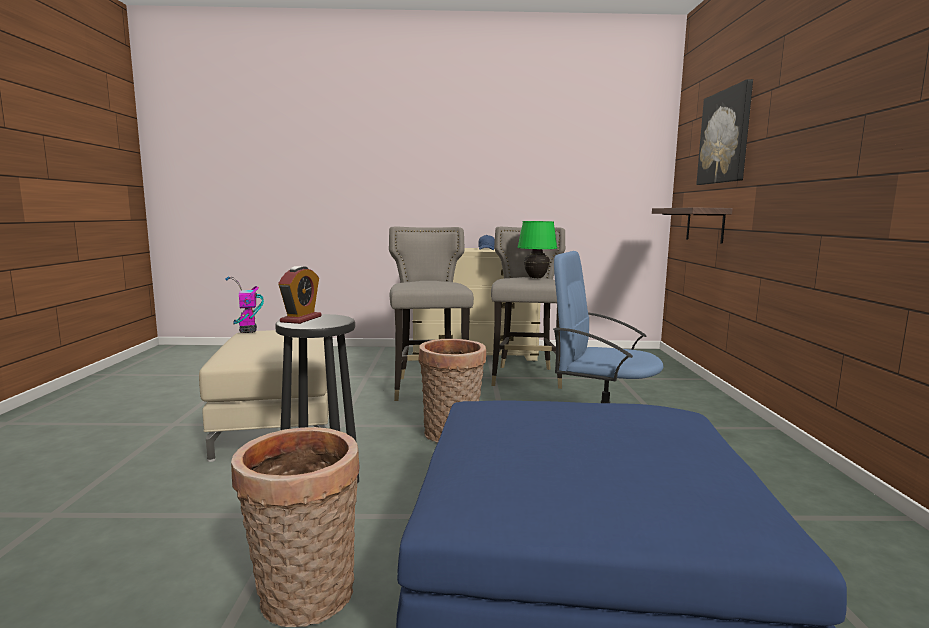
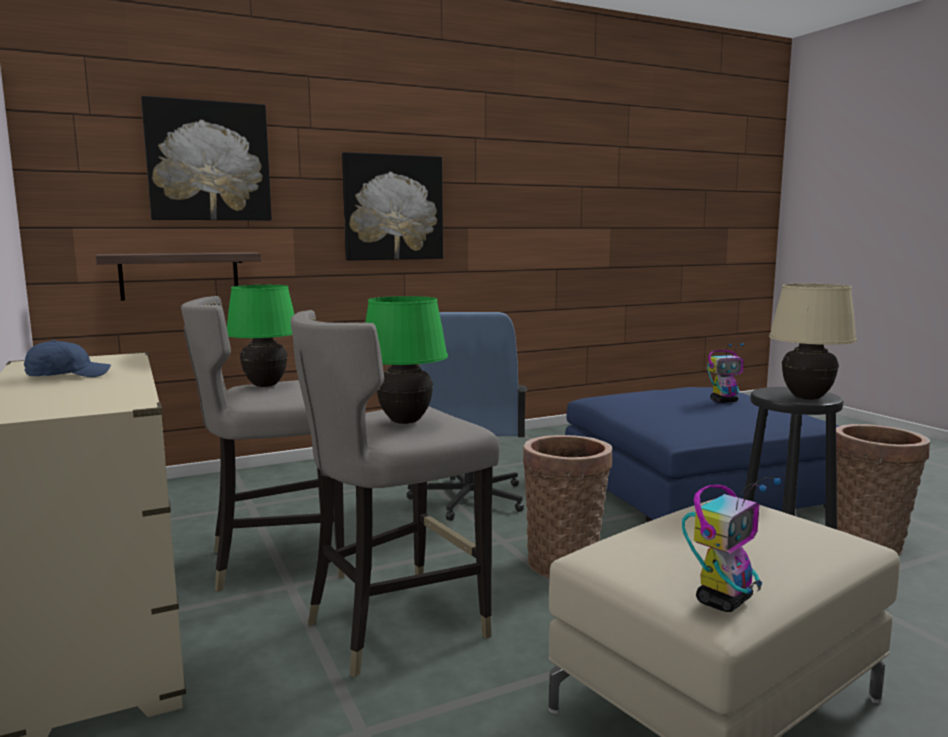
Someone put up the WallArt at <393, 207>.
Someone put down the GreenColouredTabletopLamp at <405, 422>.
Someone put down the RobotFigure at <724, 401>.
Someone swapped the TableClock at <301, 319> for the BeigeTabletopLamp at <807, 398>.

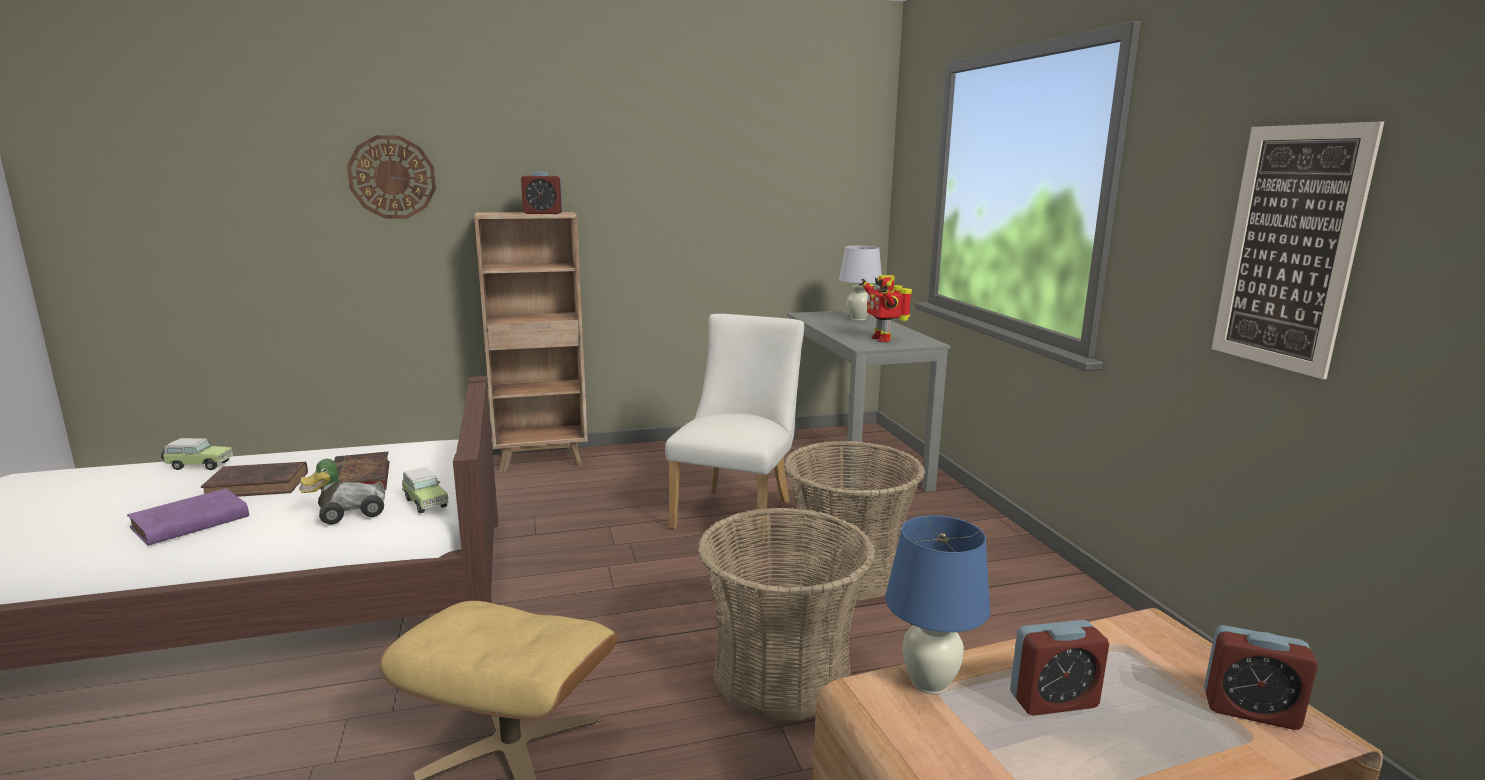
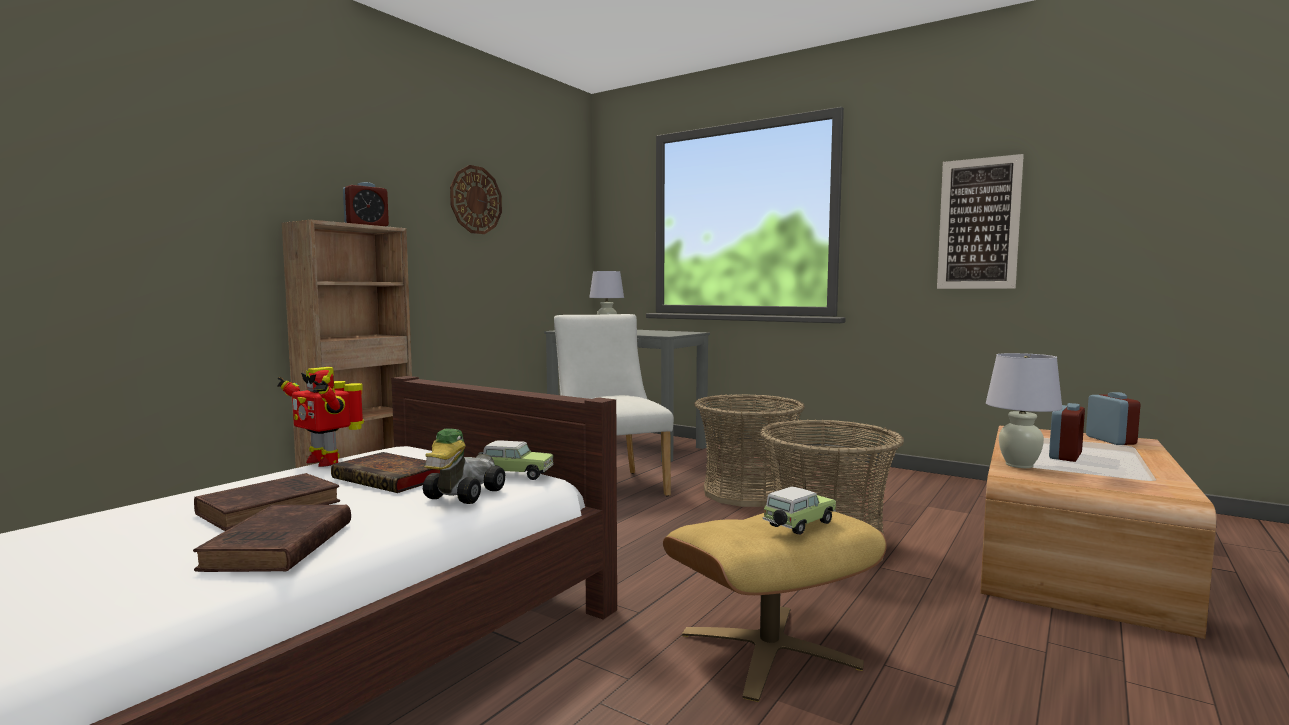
Someone carried the MiniatureCar from <198, 465> to <798, 525>.
Someone carried the HangingClock from <392, 177> to <476, 200>.
Someone carried the RobotFigure from <882, 339> to <325, 461>.
Someone repainted the PurpleVolume at <187, 523>, which became the BrownVolume at <277, 547>.
Someone repainted the BlueTabletopLamp at <930, 683>, which became the WhitishTabletopLamp at <1019, 465>.
Someone rotated the TableClock at <1250, 710> by 75 degrees counterclockwise.

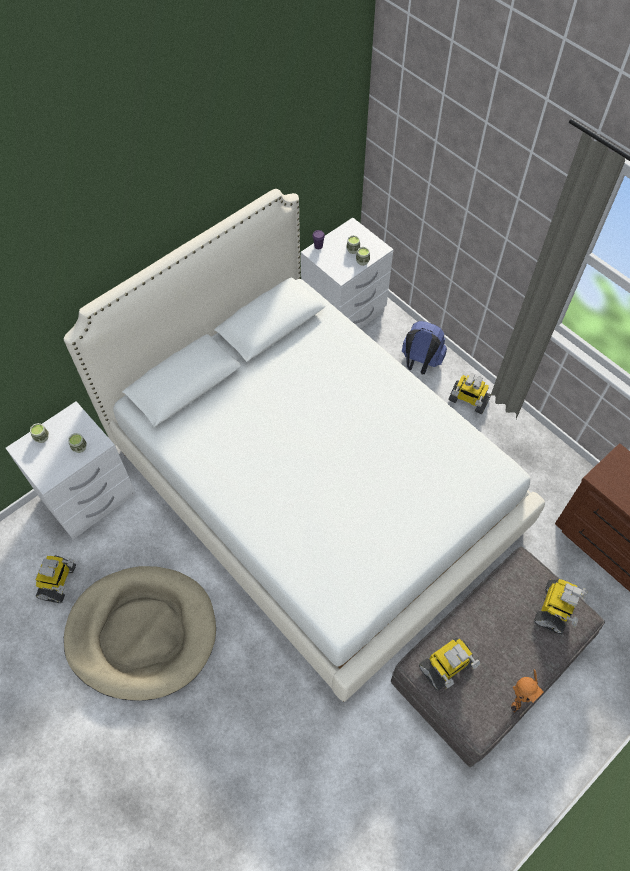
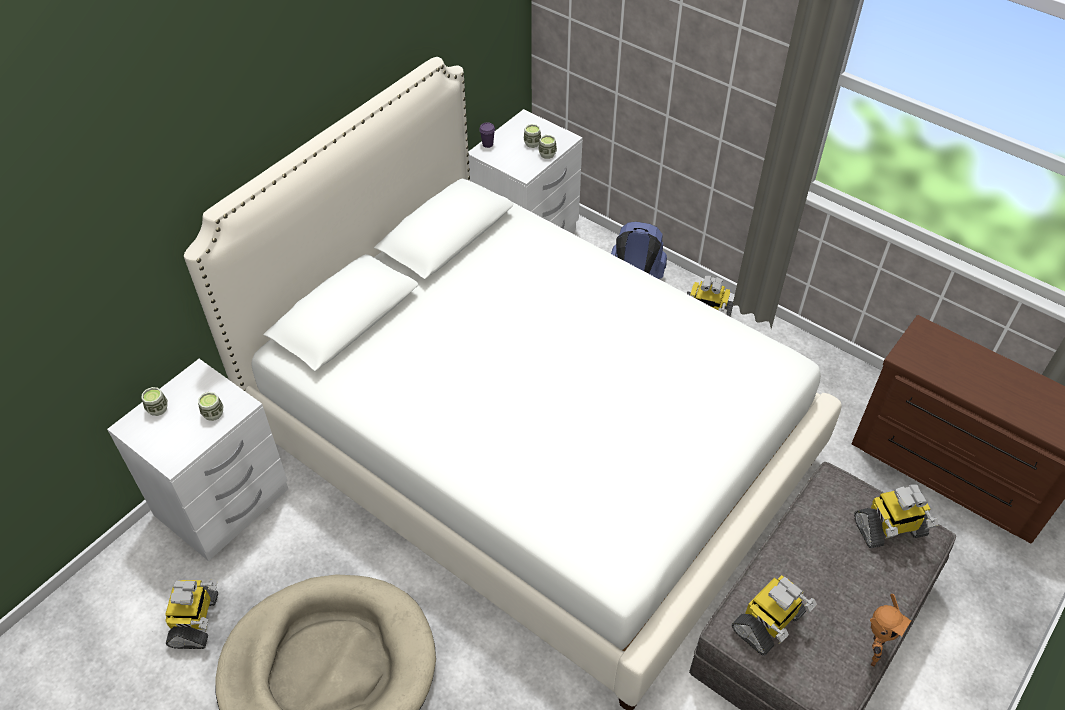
Someone rotated the RobotFigure at <554, 609> by 60 degrees clockwise.

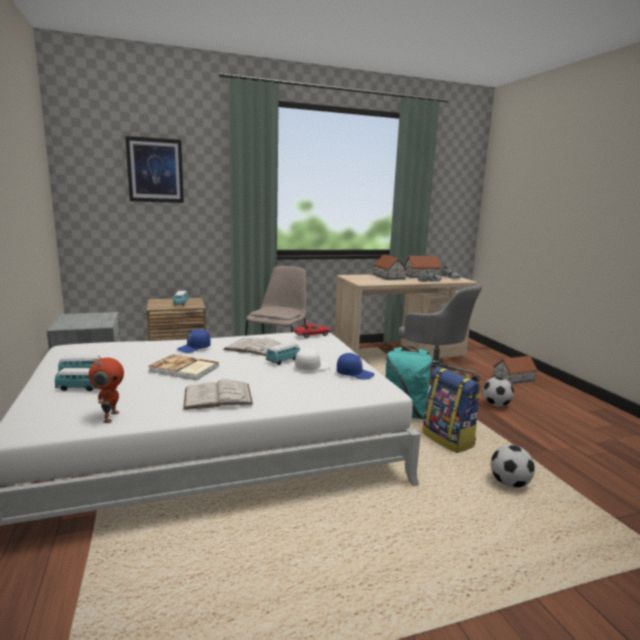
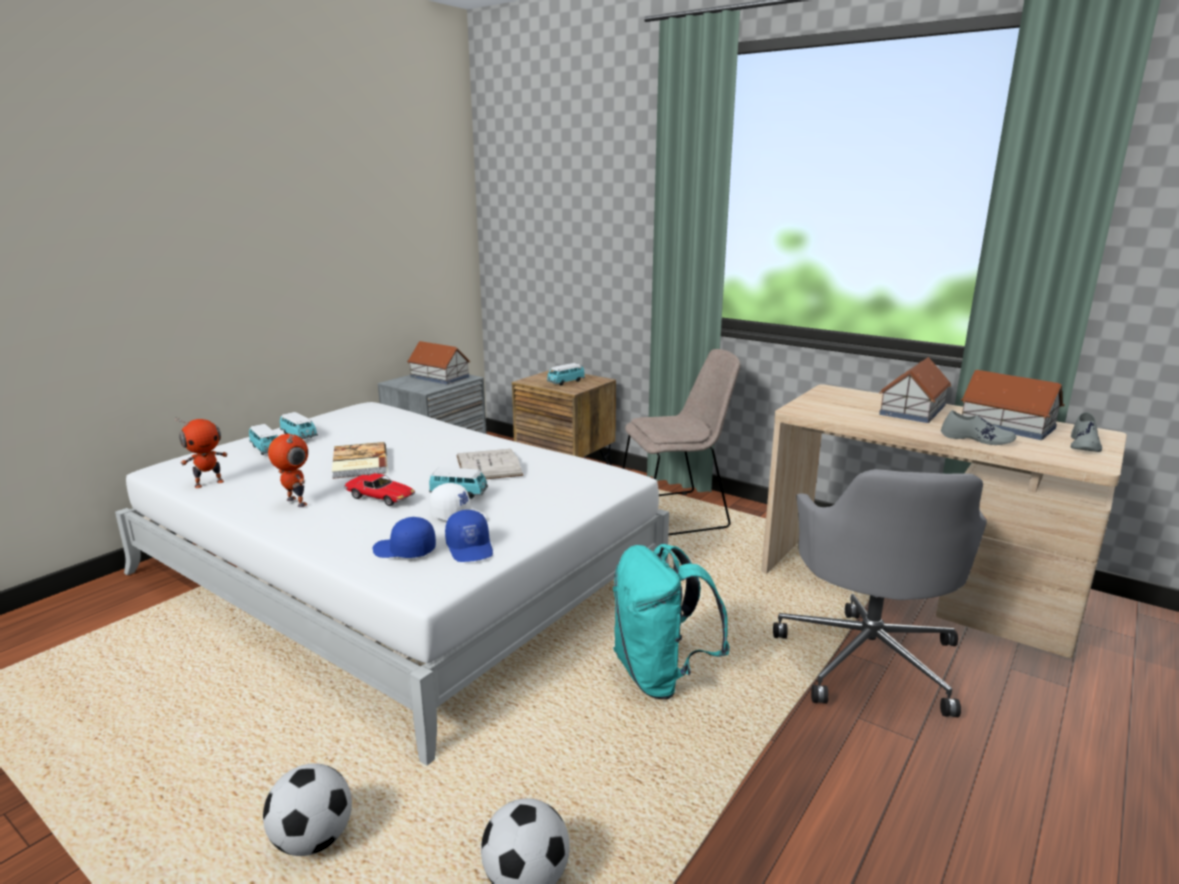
Someone took away the WallArt at <155, 170>.
Someone took away the Rucksack at <449, 440>.
Someone carried the BlueBaseballCap from <194, 348> to <404, 551>.
Someone carried the MiniatureCar from <312, 335> to <381, 497>.
Someone carried the FootballBall from <496, 405> to <313, 840>.
Someone carried the MiniatureHouse from <514, 378> to <440, 377>.
Someone swapped the WhitishVolume at <218, 396> for the RobotFigure at <295, 503>.

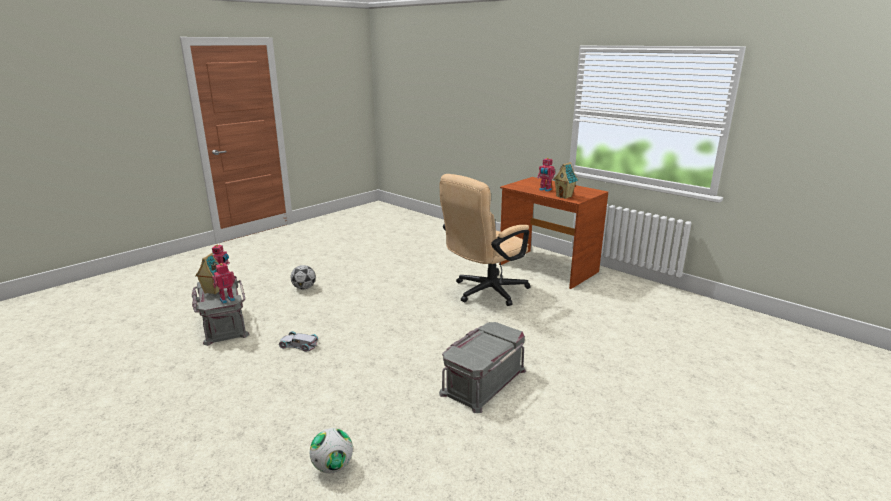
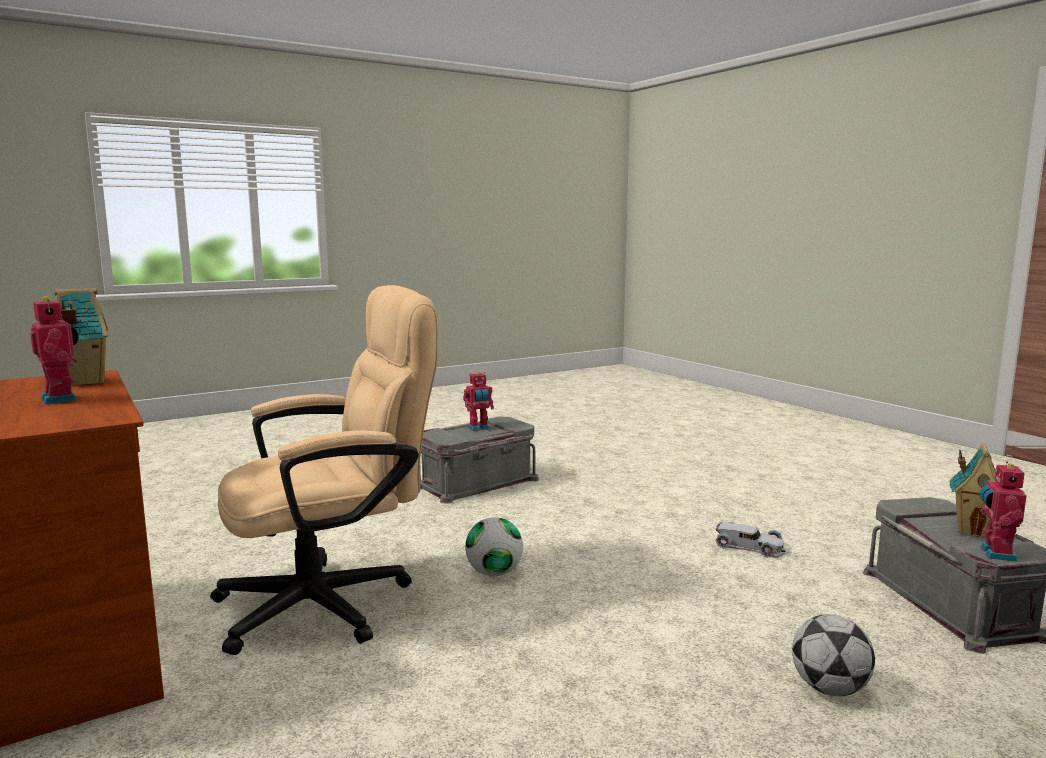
Someone carried the RobotFigure from <227, 299> to <479, 428>.
Someone carried the FootballBall from <333, 466> to <494, 573>.

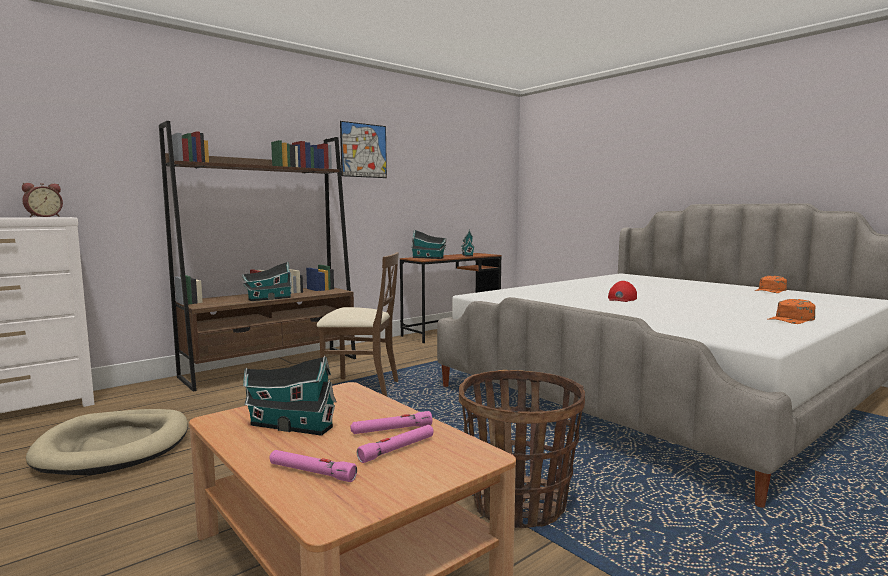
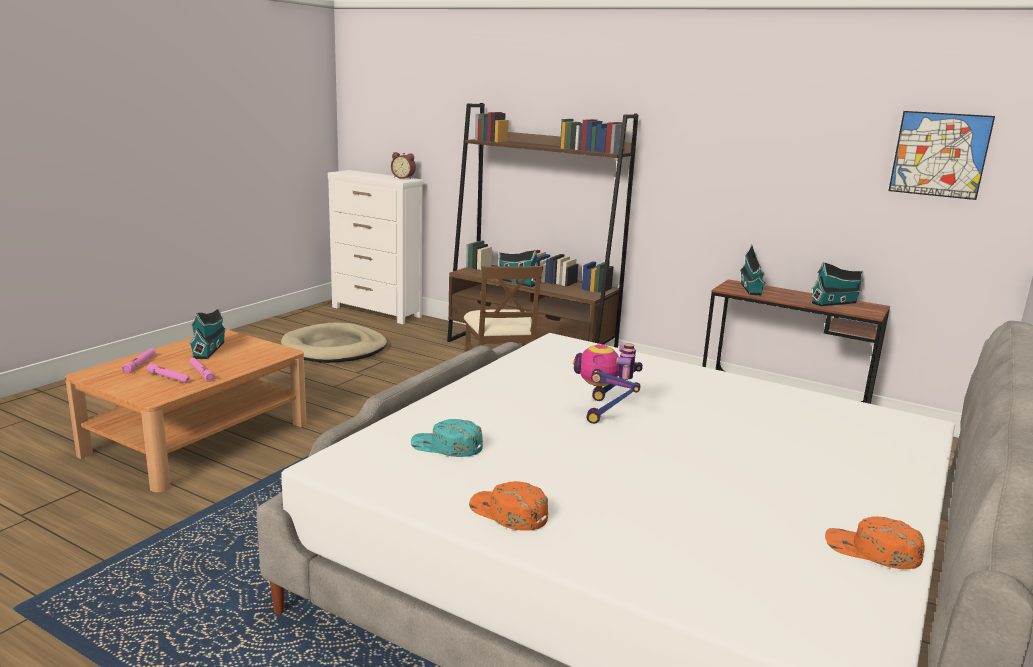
Someone took away the Basket at <519, 504>.
Someone put down the TurquoiseColouredBaseballCap at <446, 446>.
Someone carried the WallArt from <363, 150> to <939, 154>.
Someone swapped the RedColouredBaseballCap at <621, 299> for the RobotFigure at <605, 411>.

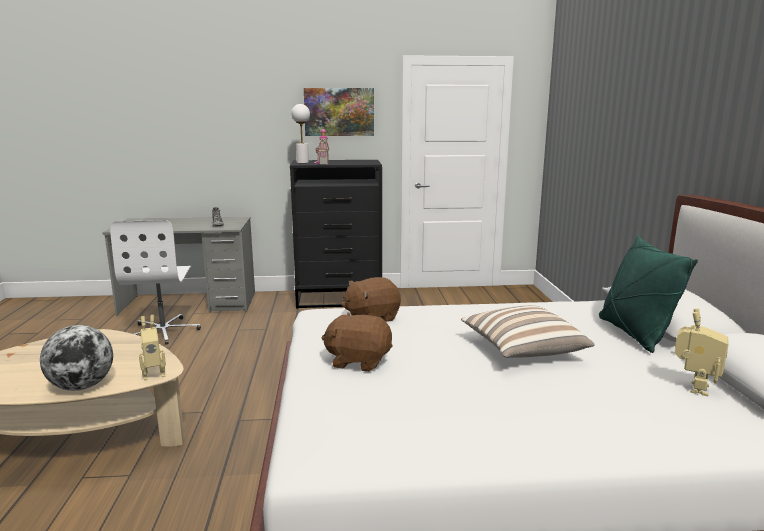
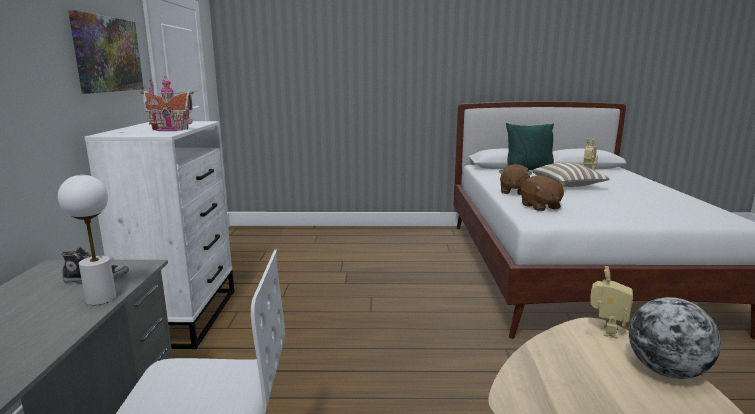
Someone carried the WhitishTabletopLamp from <302, 162> to <100, 298>.
Someone carried the BrownCuddlyToy from <358, 361> to <513, 191>.
Someone repainted the BlackishDrawerChest at <340, 298>, which became the WhitishDrawerChest at <184, 316>.
Someone rotated the RobotFigure at <154, 374> by 45 degrees clockwise.

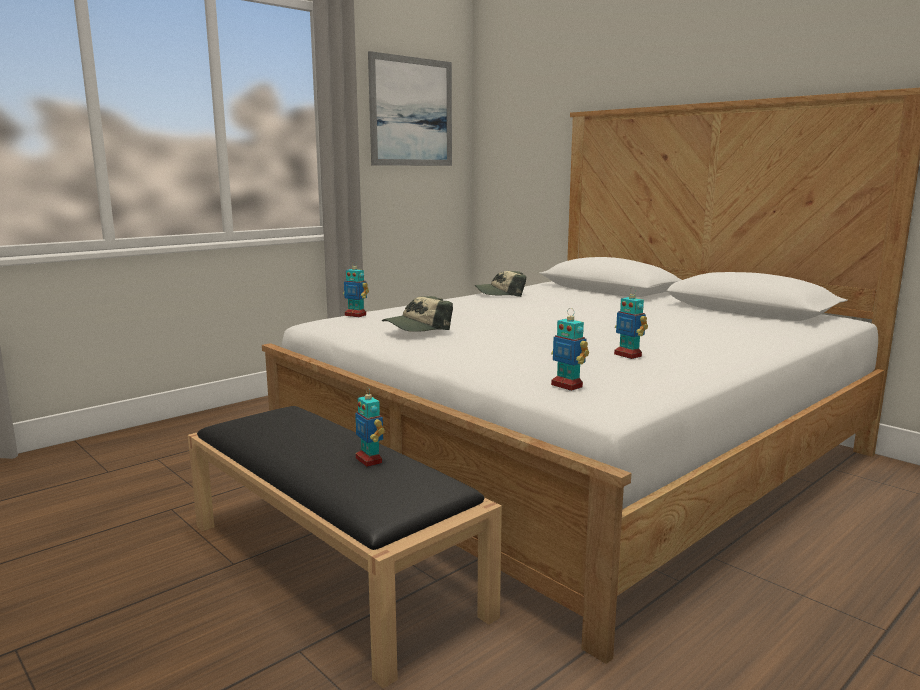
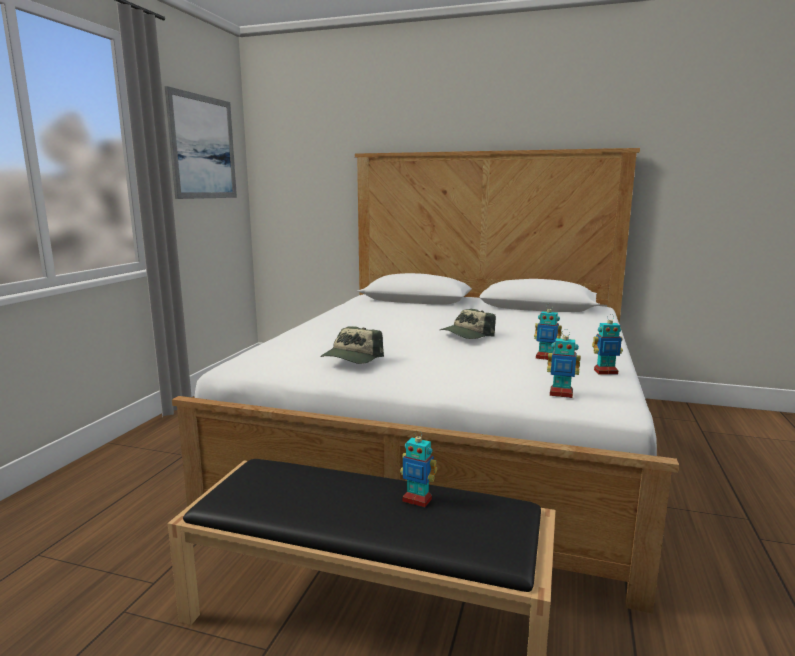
Someone carried the RobotFigure from <355, 315> to <605, 372>.
Someone carried the BaseballCap from <500, 293> to <466, 334>.

